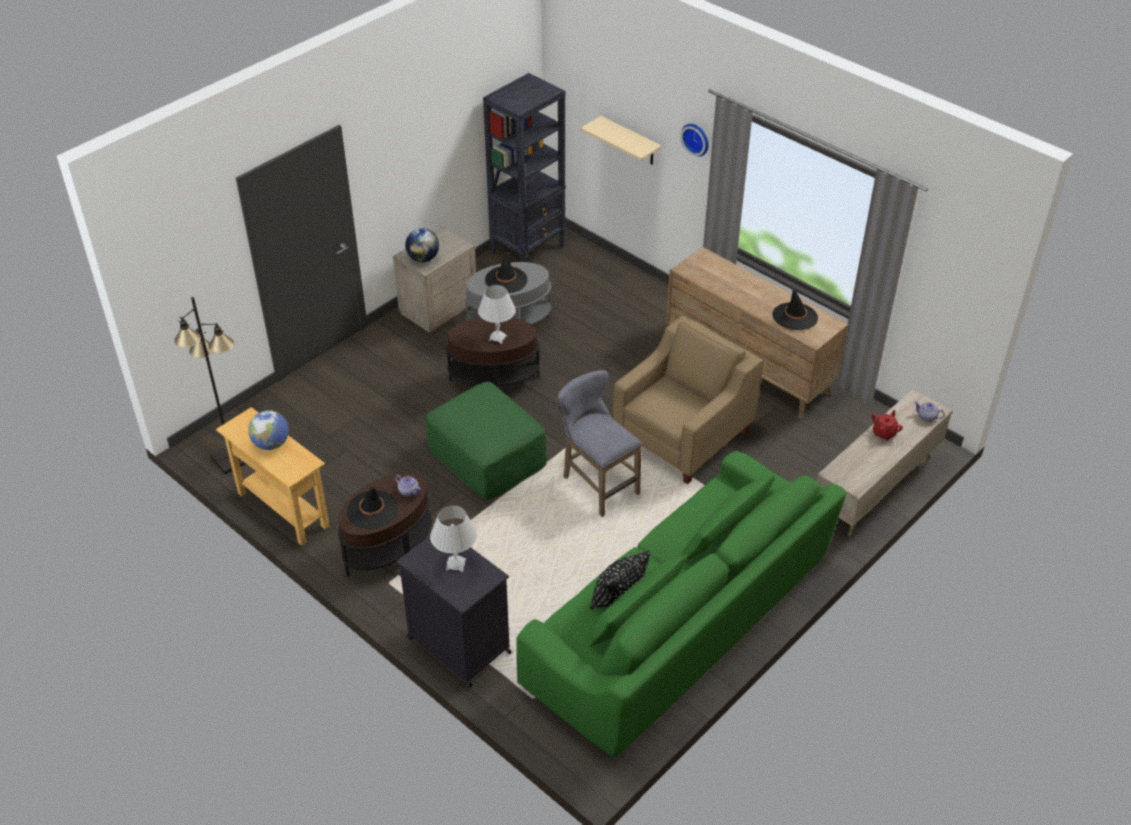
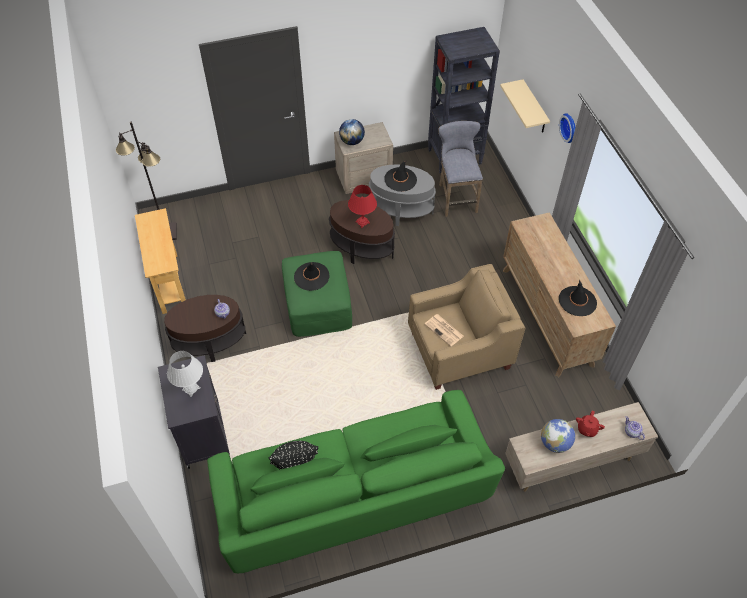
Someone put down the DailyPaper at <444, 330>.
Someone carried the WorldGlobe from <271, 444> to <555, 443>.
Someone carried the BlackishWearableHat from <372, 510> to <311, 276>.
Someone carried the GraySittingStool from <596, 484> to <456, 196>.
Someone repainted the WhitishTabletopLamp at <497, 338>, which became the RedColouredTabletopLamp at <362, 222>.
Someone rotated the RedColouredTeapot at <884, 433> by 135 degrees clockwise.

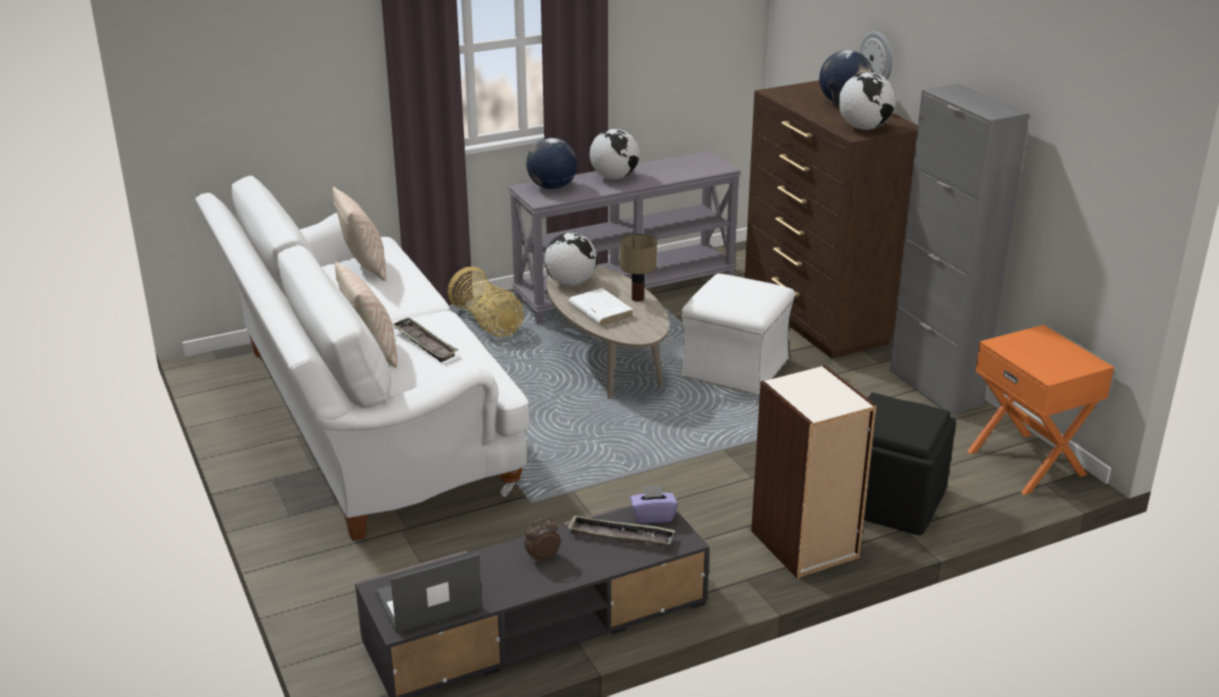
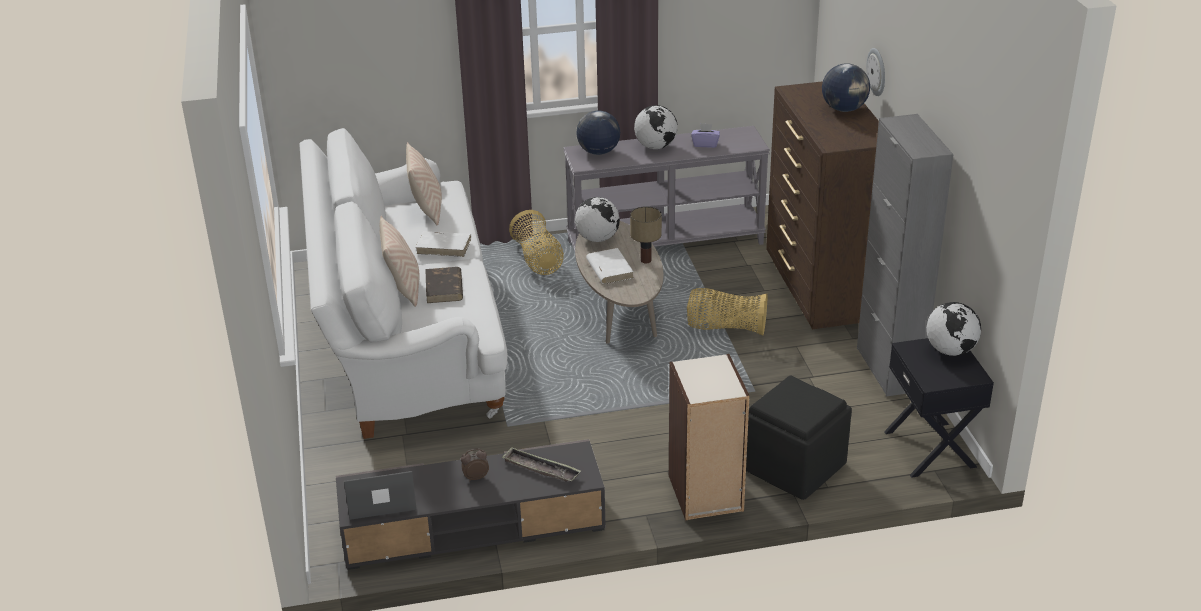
Someone put down the WhitishVolume at <444, 246>.
Someone carried the PurpleBoxOfTissues from <653, 516> to <705, 144>.
Someone carried the WorldGlobe from <864, 128> to <950, 350>.
Someone swapped the ServingTray at <424, 344> for the BrownVolume at <444, 288>.
Someone swapped the WhitishPouffe at <735, 368> for the Basket at <725, 328>.
Someone repainted the OrangeBedsideTable at <1027, 462>, which became the BlackishBedsideTable at <931, 449>.

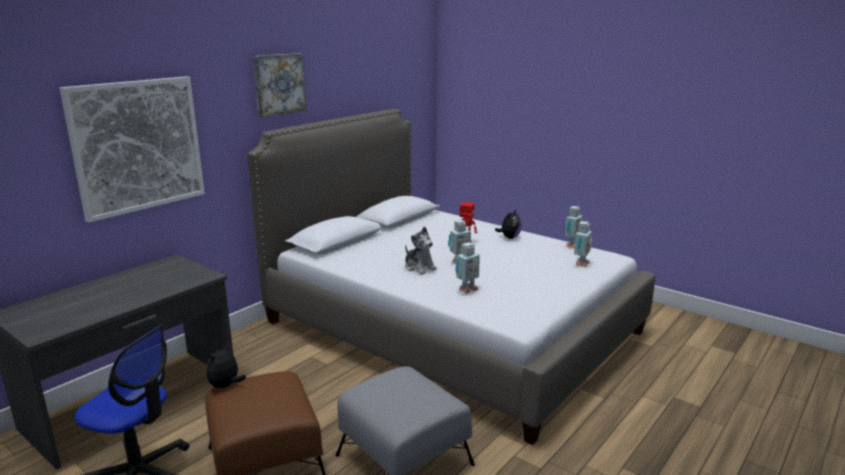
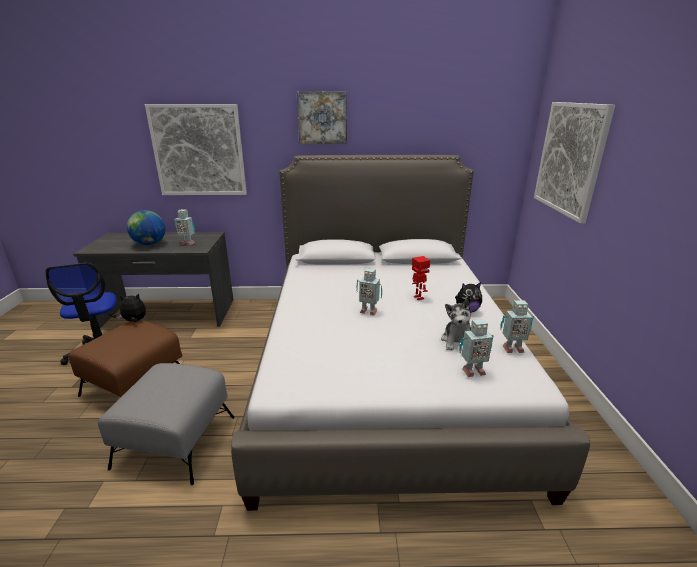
Someone put down the WorldGlobe at <150, 244>.
Someone put up the WallArt at <570, 159>.
Someone carried the CuddlyToy from <419, 267> to <457, 341>.
Someone carried the RobotFigure from <466, 289> to <187, 243>.

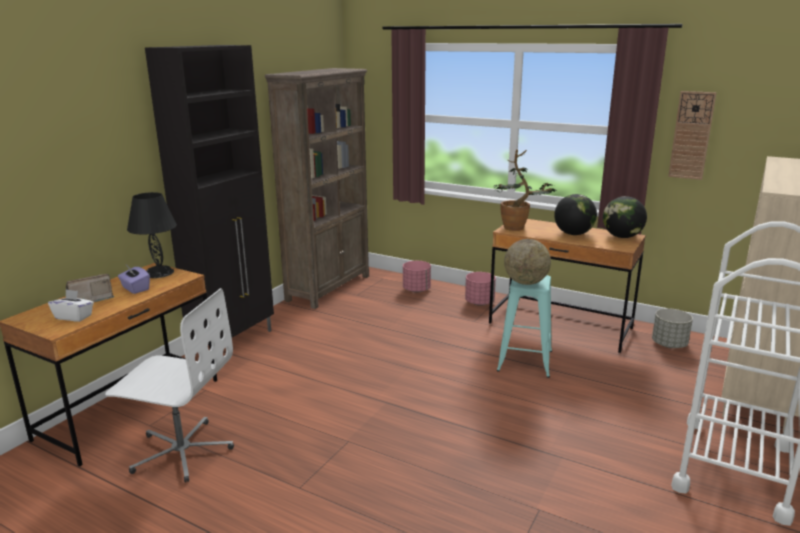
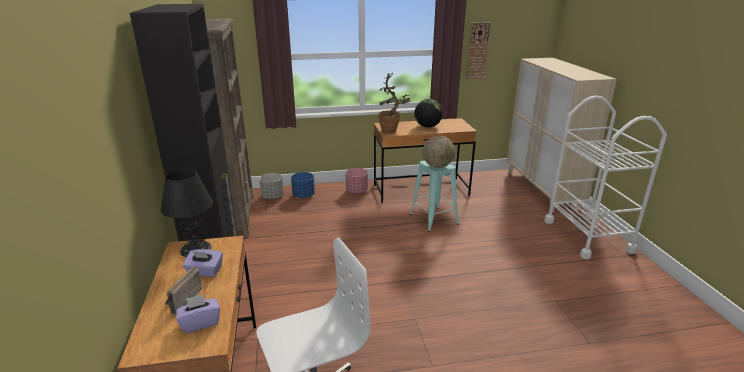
Someone took away the WorldGlobe at <622, 237>.
Someone carried the GrayPlantPot from <669, 344> to <272, 196>.
Someone repainted the WhitishBoxOfTissues at <74, 317>, which became the PurpleBoxOfTissues at <200, 323>.
Someone repainted the PinkColouredPlantPot at <416, 290>, which became the BluePlantPot at <303, 195>.

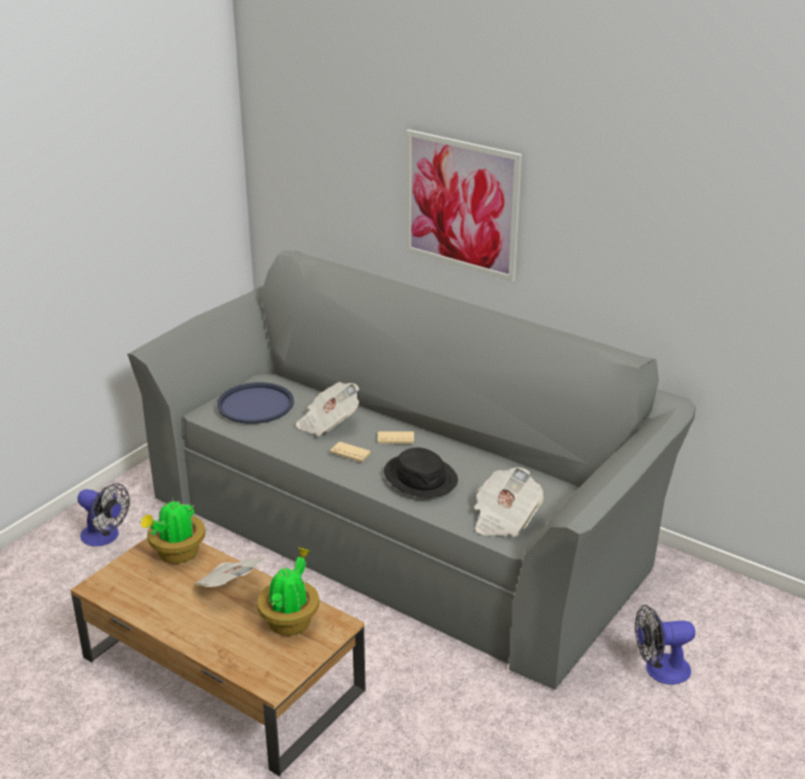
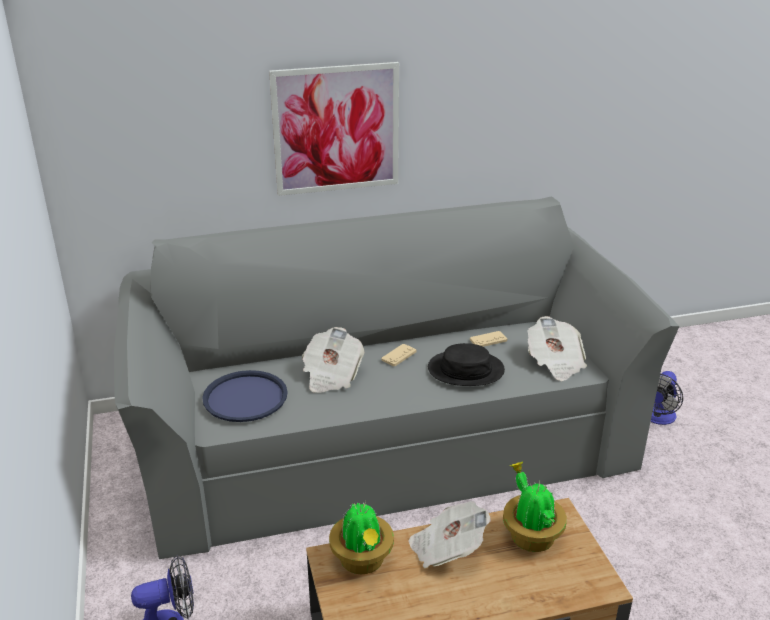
Someone carried the BeigeGamepad from <350, 452> to <488, 340>.

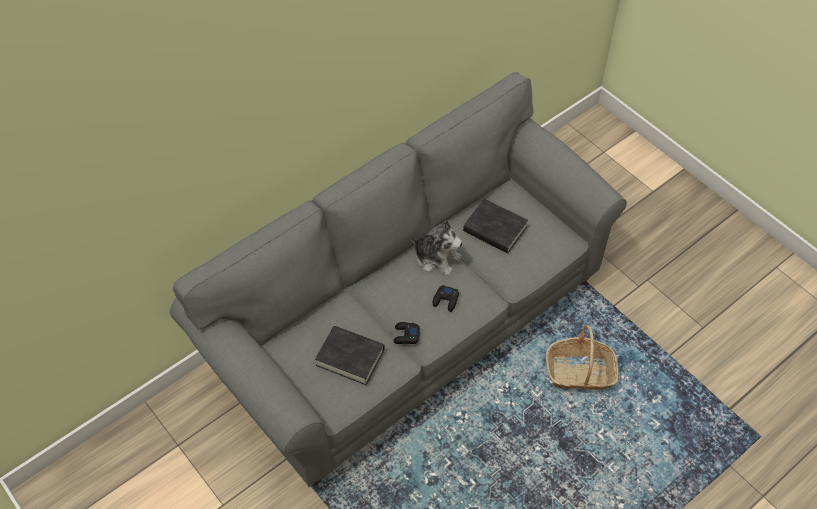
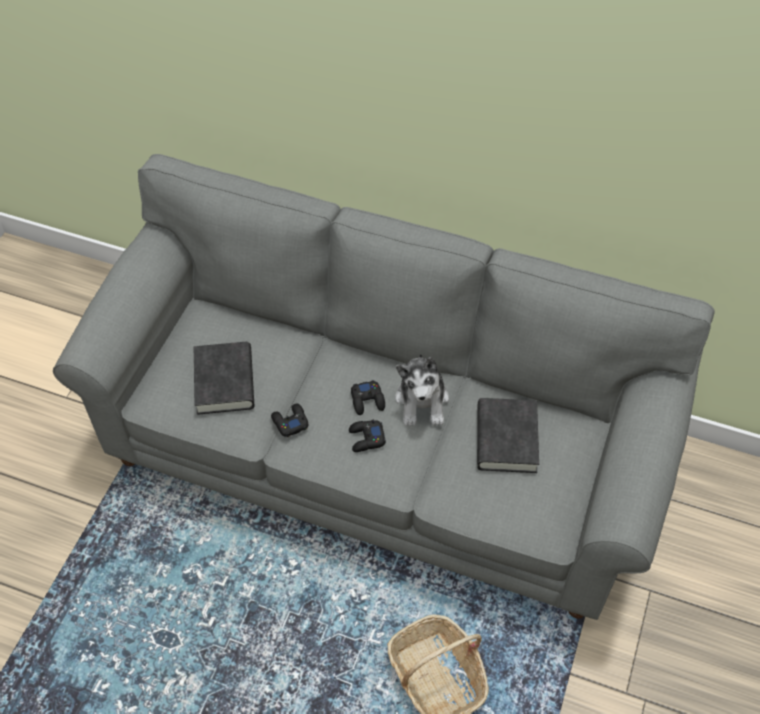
Someone put down the BlackishGamepad at <368, 400>.

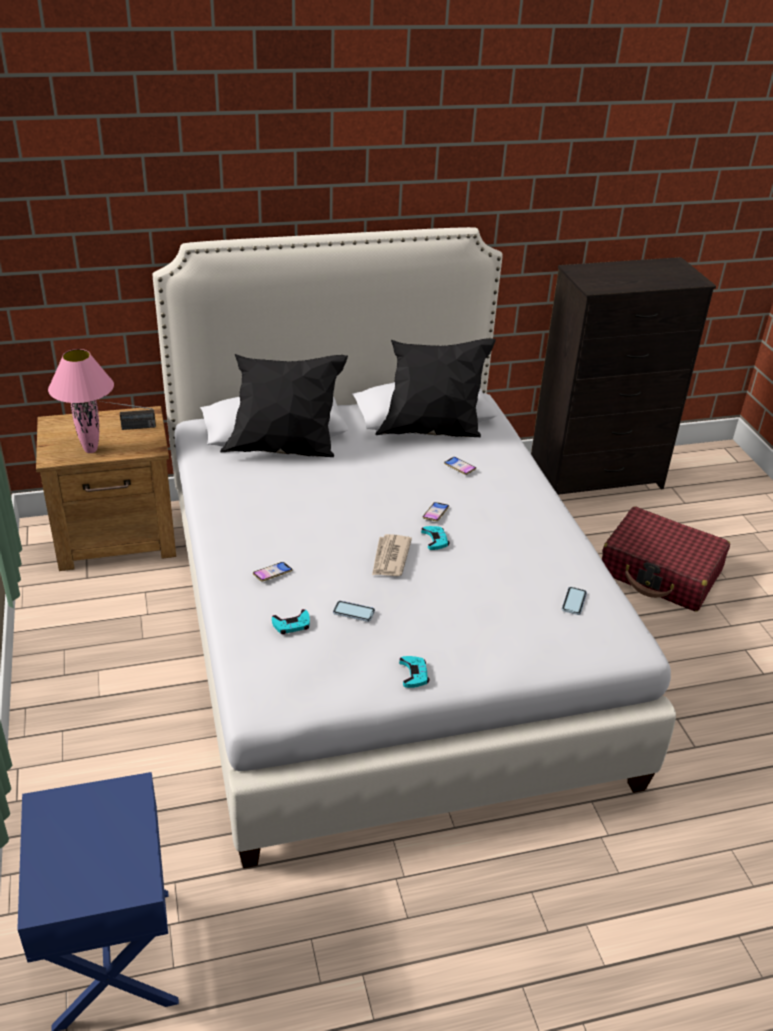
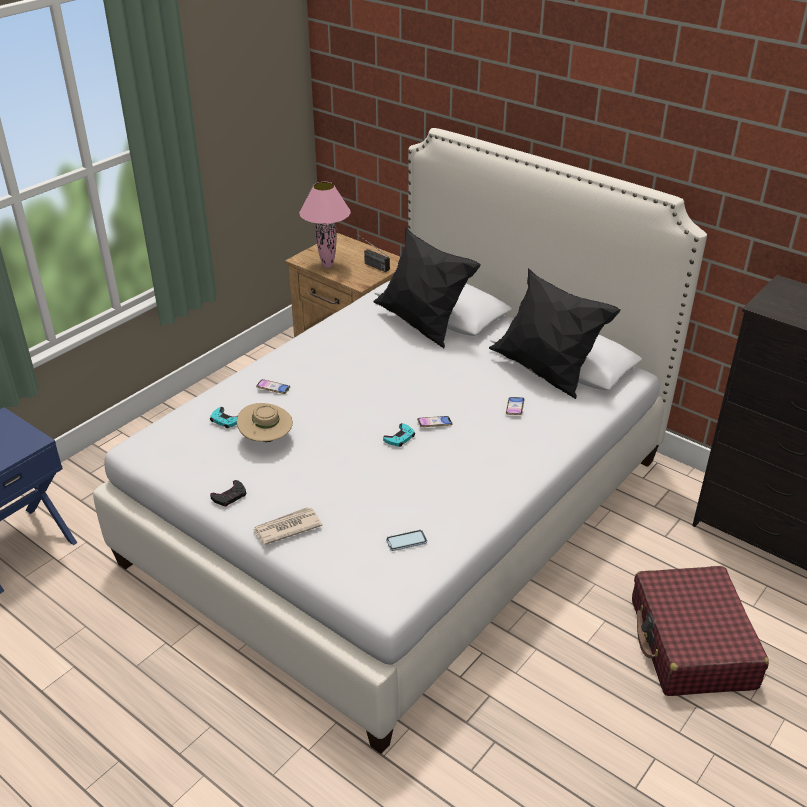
Someone carried the DailyPaper from <390, 558> to <286, 528>.
Someone swapped the Telephone at <353, 612> for the BeigeWearableHat at <266, 439>.
Someone repainted the TurquoiseColouredGamepad at <414, 674>, which became the BlackishGamepad at <229, 496>.

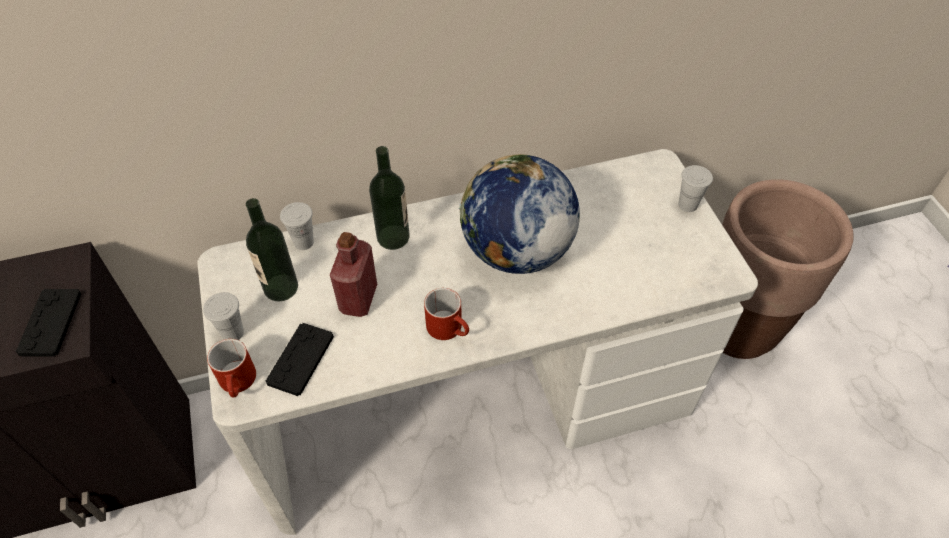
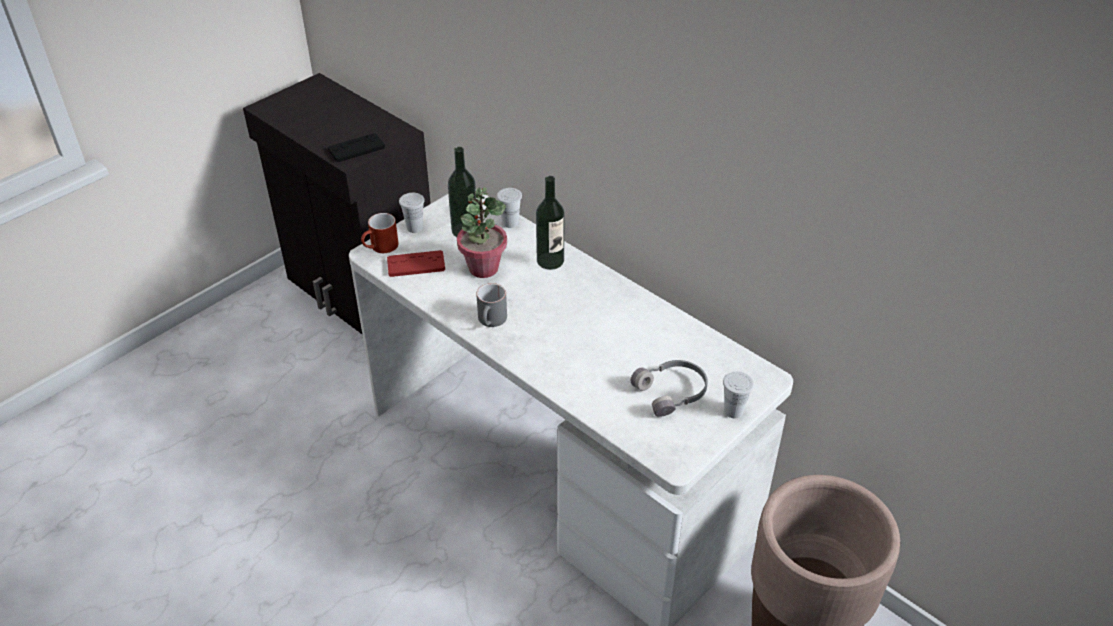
Someone took away the WorldGlobe at <515, 251>.
Someone put down the GrayHeadphones at <672, 392>.
Someone swapped the RedColouredDrinkBottle at <358, 298> for the Houseplant at <483, 268>.
Someone repainted the BlackishGamepad at <300, 359>, which became the RedColouredGamepad at <416, 265>.
Someone repainted the RedColouredTeaMug at <450, 329>, which became the GrayTeaMug at <492, 321>.

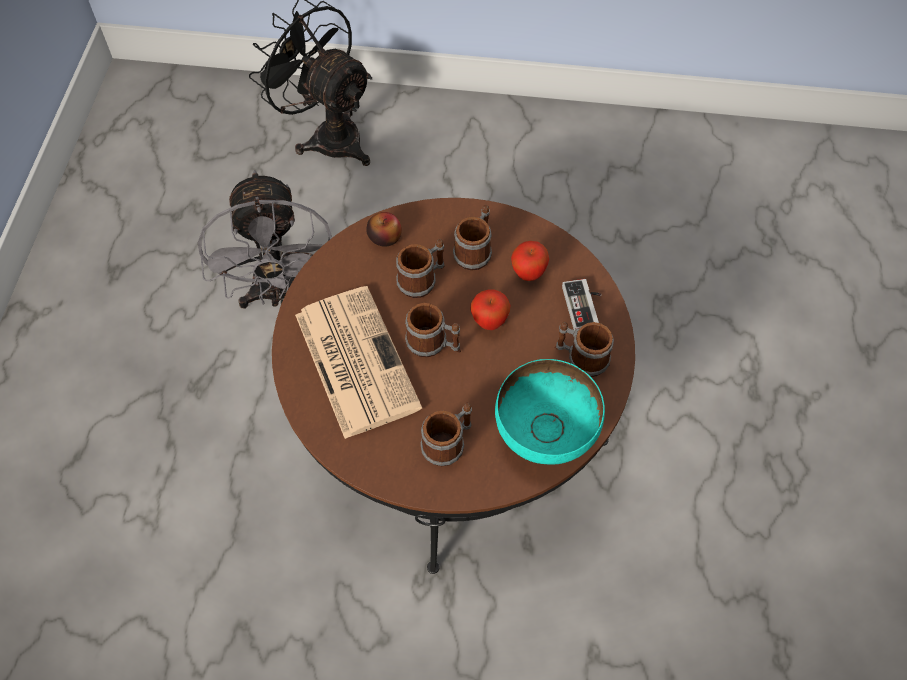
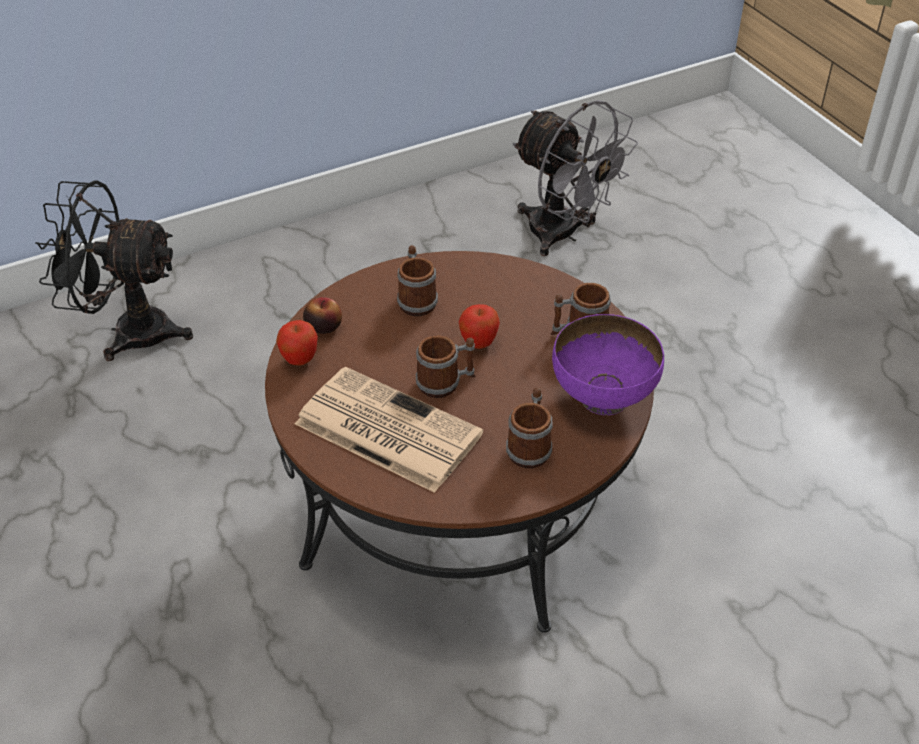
Someone took away the TeaMug at <422, 280>.
Someone took away the Gamepad at <585, 307>.
Someone carried the GrayElectricFan from <281, 294> to <563, 235>.
Someone carried the AppleFruit from <528, 274> to <299, 360>.
Someone repainted the TurquoiseColouredBowl at <545, 434>, which became the PurpleBowl at <602, 398>.

